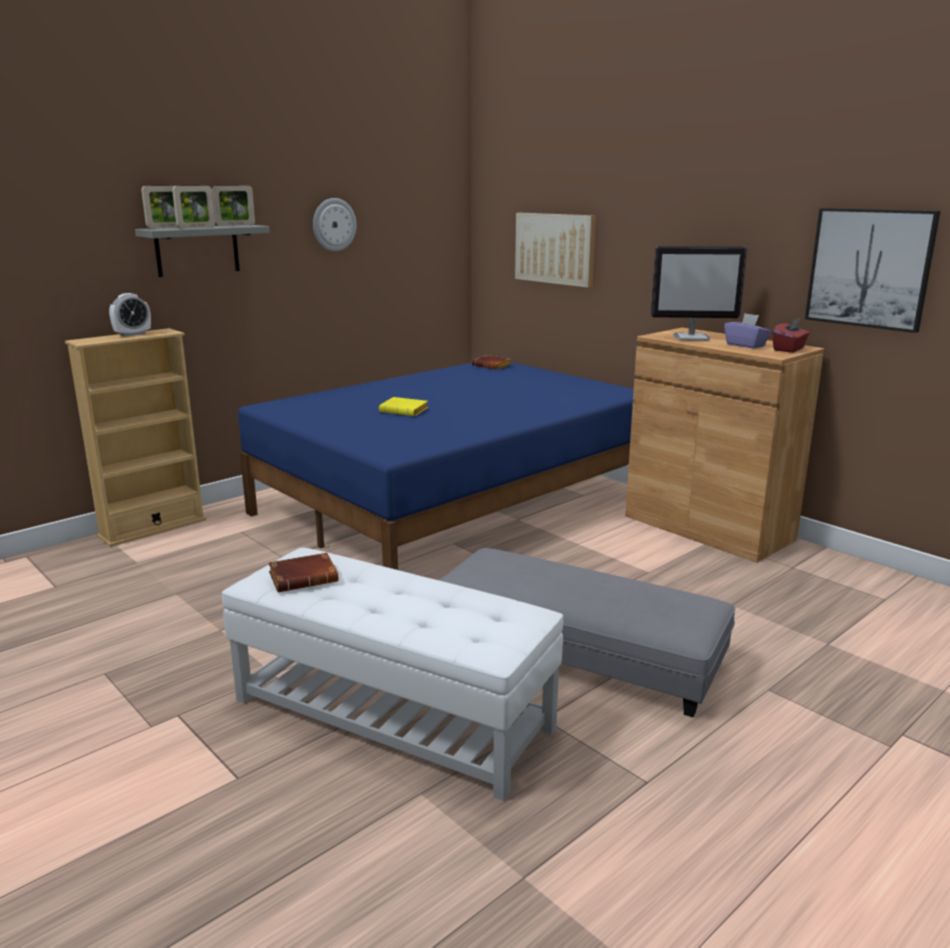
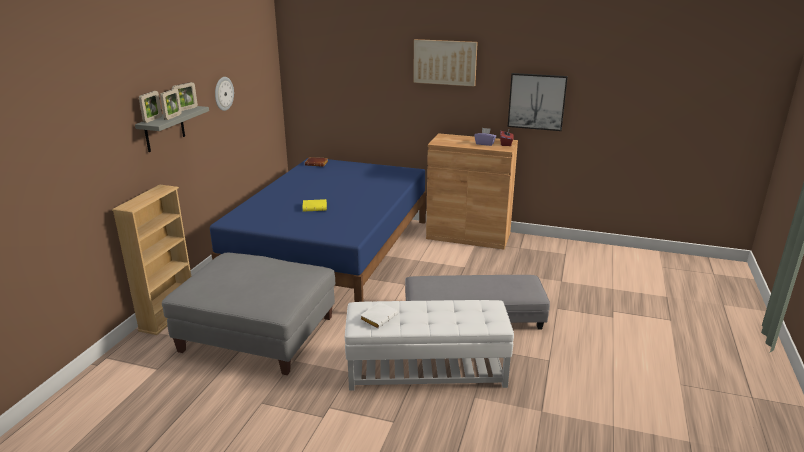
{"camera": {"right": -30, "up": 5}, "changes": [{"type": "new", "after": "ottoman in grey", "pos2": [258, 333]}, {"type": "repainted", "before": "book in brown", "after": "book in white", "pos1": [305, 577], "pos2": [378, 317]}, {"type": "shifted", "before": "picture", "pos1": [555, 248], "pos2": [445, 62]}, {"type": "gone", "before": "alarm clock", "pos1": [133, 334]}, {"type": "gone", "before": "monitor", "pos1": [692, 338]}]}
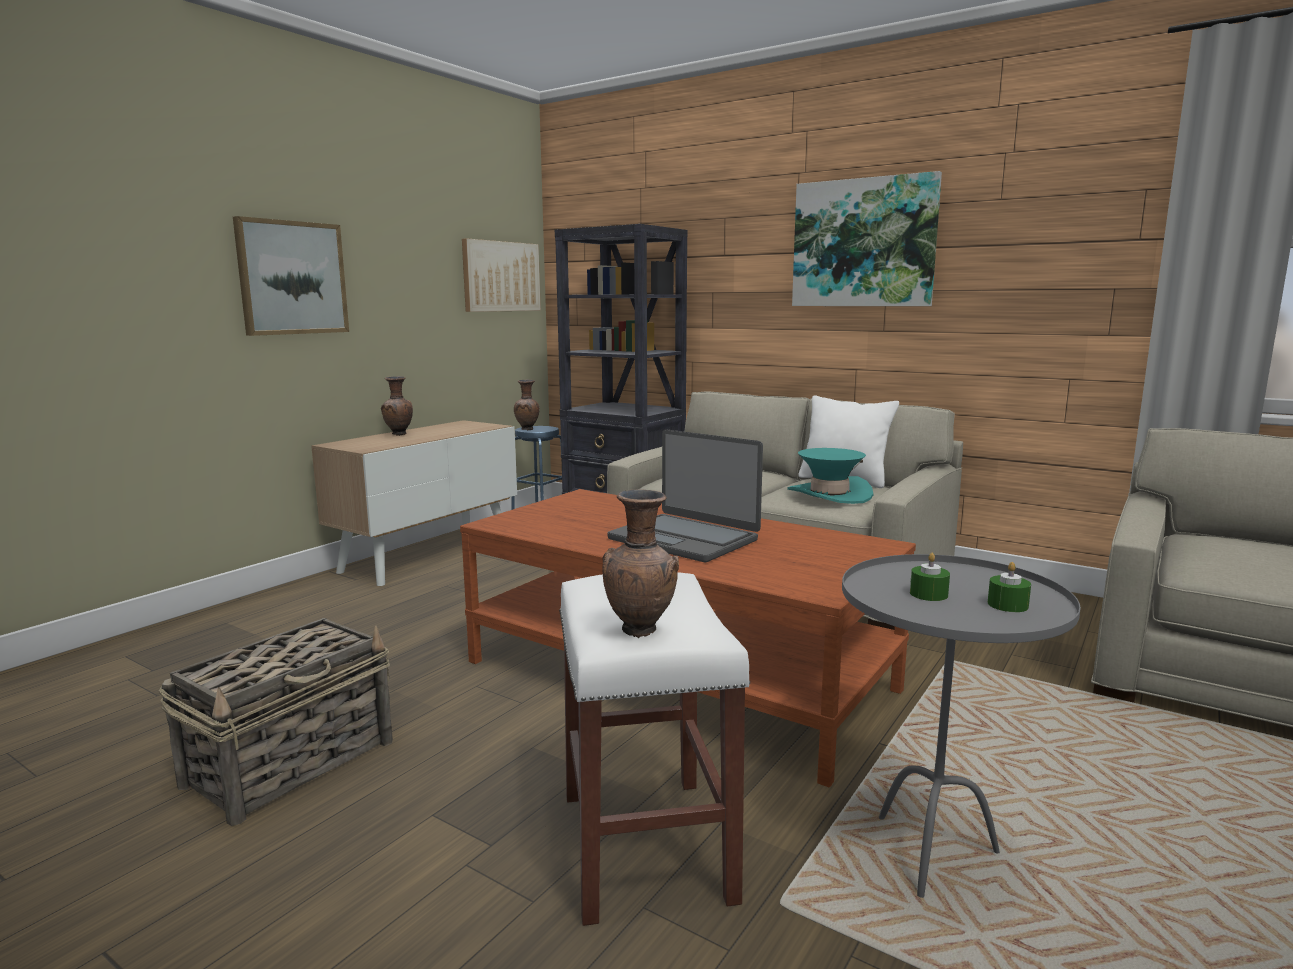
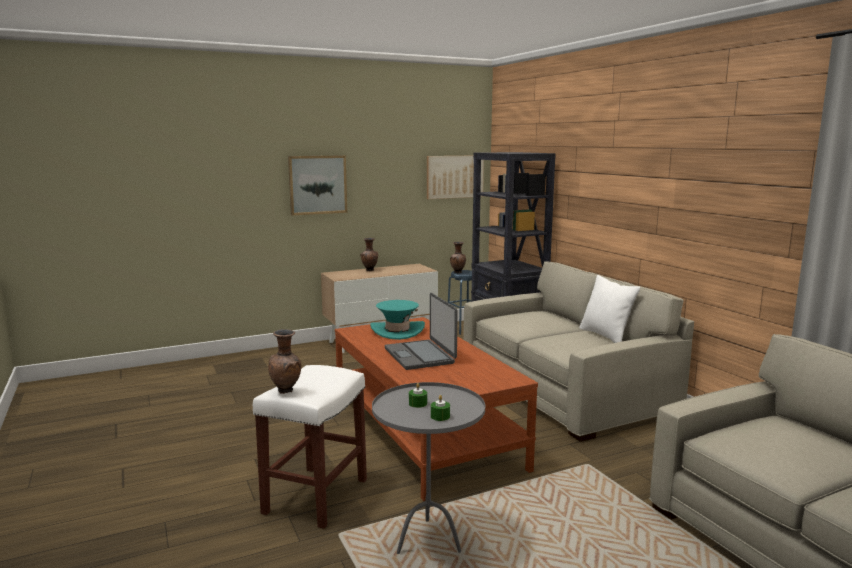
{"camera": {"right": 30, "up": 0}, "changes": [{"type": "shifted", "before": "hat in turquoise", "pos1": [829, 494], "pos2": [397, 331]}, {"type": "gone", "before": "basket", "pos1": [293, 762]}, {"type": "gone", "before": "picture", "pos1": [863, 243]}]}
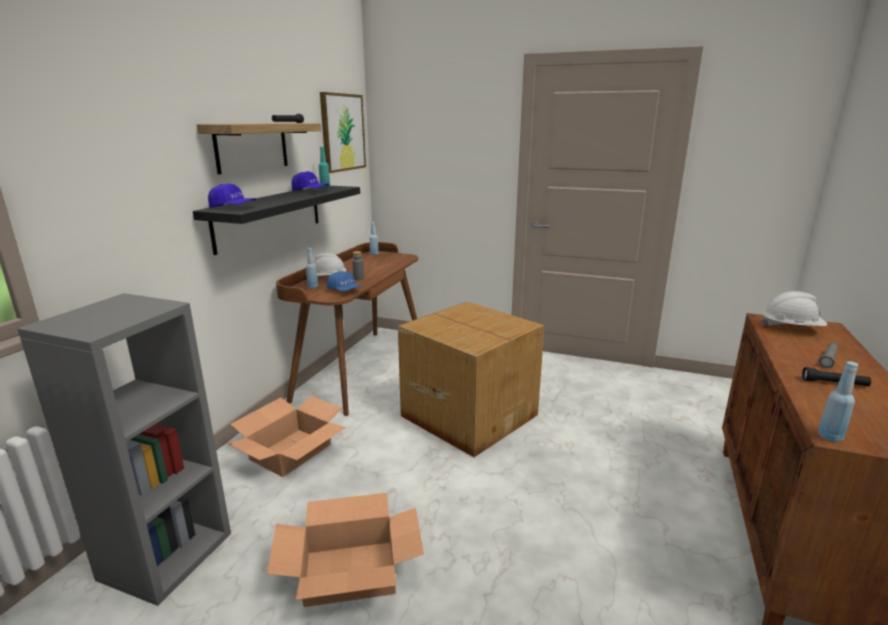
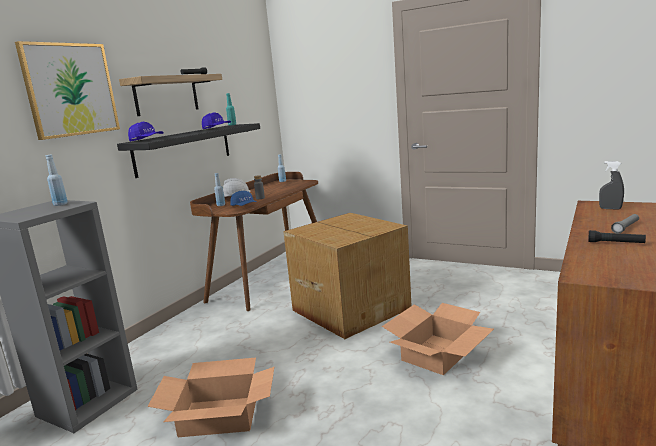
{"camera": {"right": 10, "up": -5}, "changes": [{"type": "shifted", "before": "picture", "pos1": [342, 132], "pos2": [70, 90]}, {"type": "shifted", "before": "bottle in blue", "pos1": [830, 437], "pos2": [60, 204]}, {"type": "shifted", "before": "cardboard box", "pos1": [291, 452], "pos2": [437, 354]}, {"type": "swapped", "before": "hard hat in white", "after": "spray bottle in grey", "pos1": [791, 328], "pos2": [610, 208]}]}
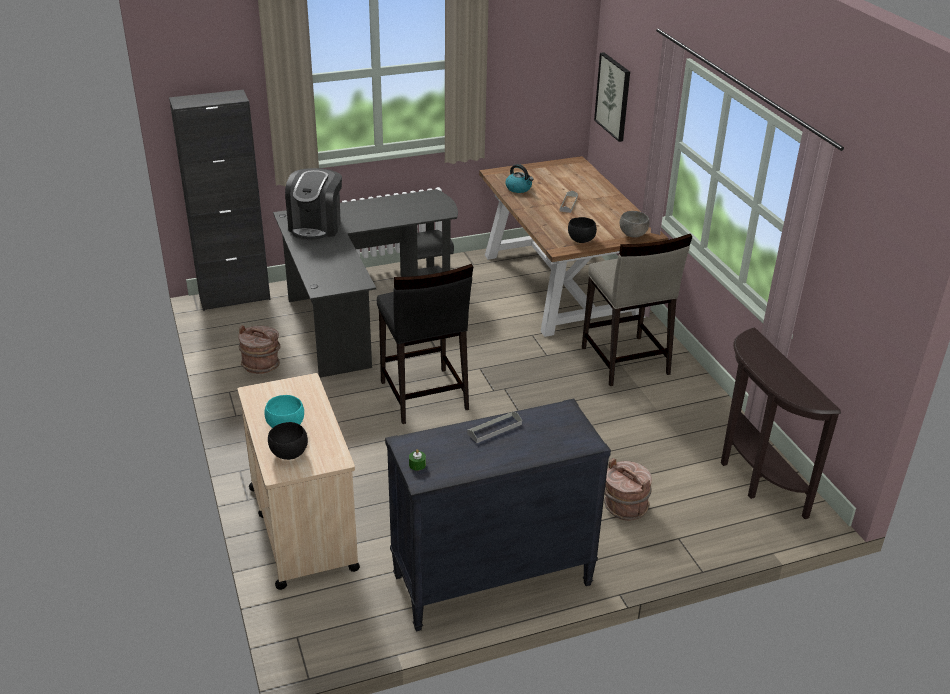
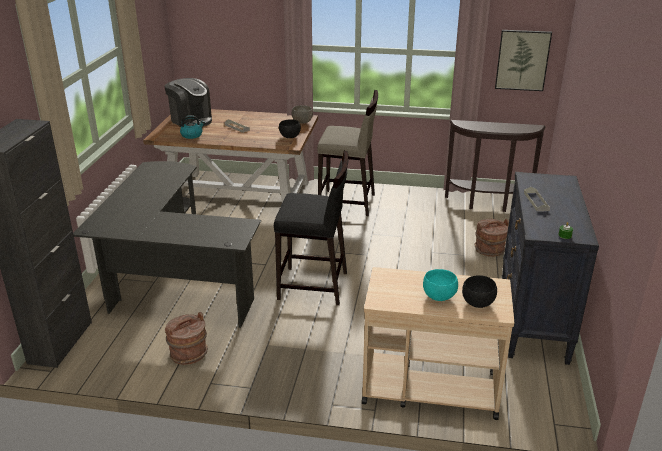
{"camera": {"right": -60, "up": -5}, "changes": [{"type": "shifted", "before": "coffee machine", "pos1": [316, 226], "pos2": [191, 120]}, {"type": "shifted", "before": "picture", "pos1": [613, 96], "pos2": [522, 60]}]}
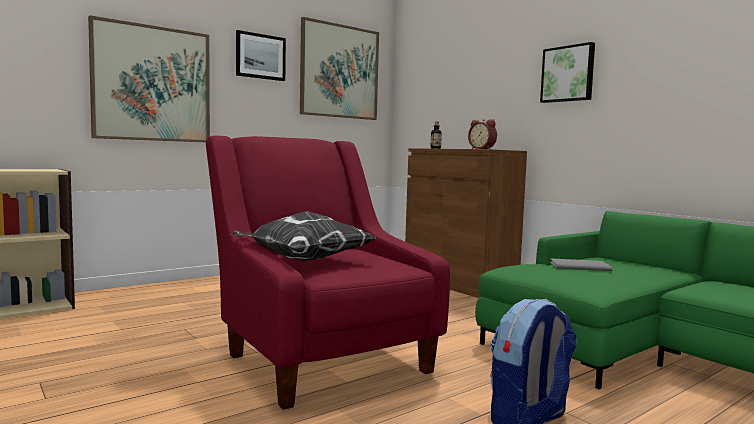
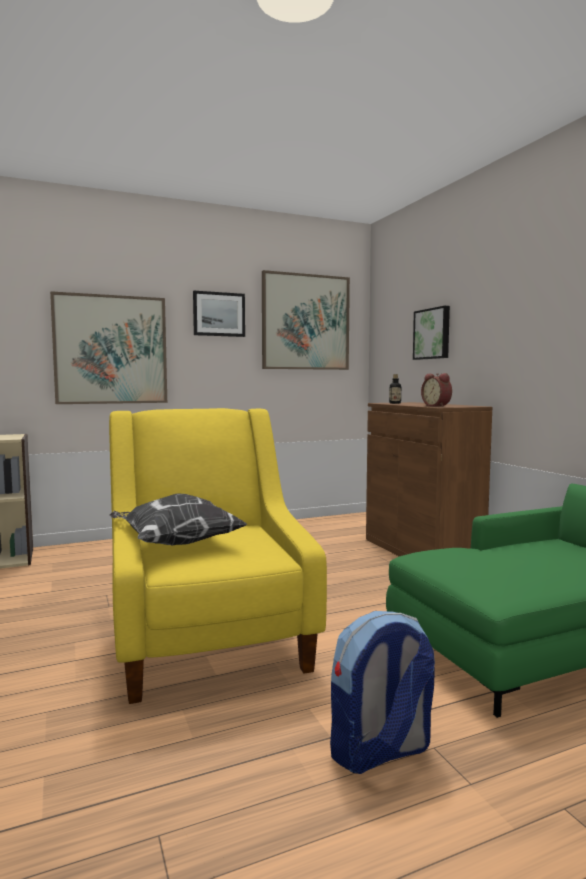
{"camera": {"right": 15, "up": 0}, "changes": [{"type": "repainted", "before": "armchair in red", "after": "armchair in yellow", "pos1": [320, 357], "pos2": [209, 640]}, {"type": "shifted", "before": "picture", "pos1": [568, 74], "pos2": [432, 334]}, {"type": "gone", "before": "book in grey", "pos1": [578, 266]}]}
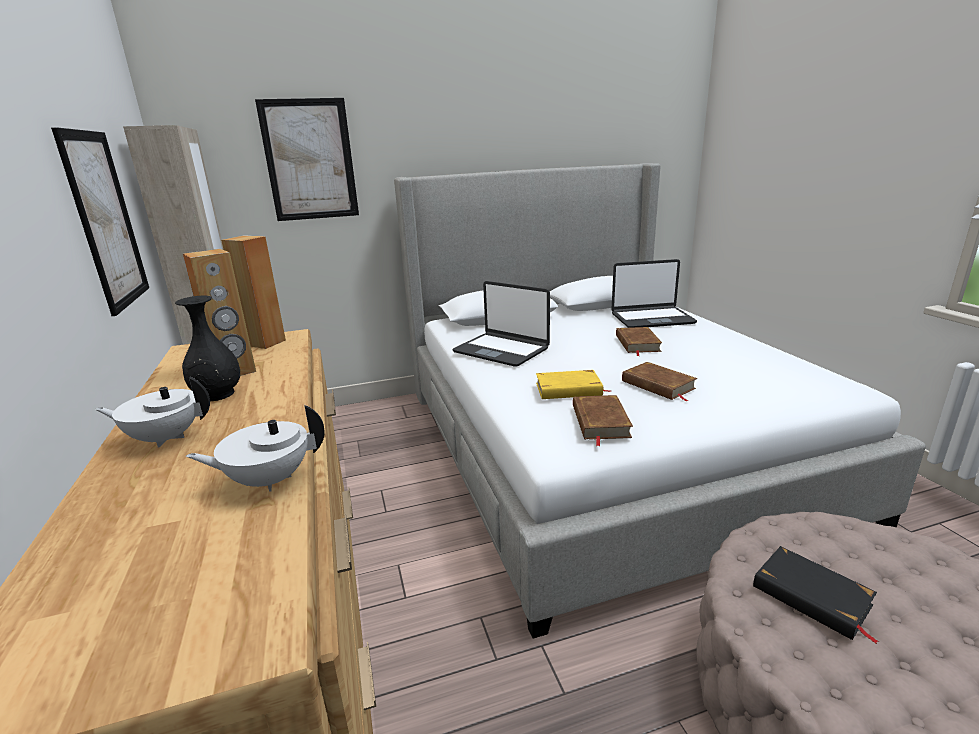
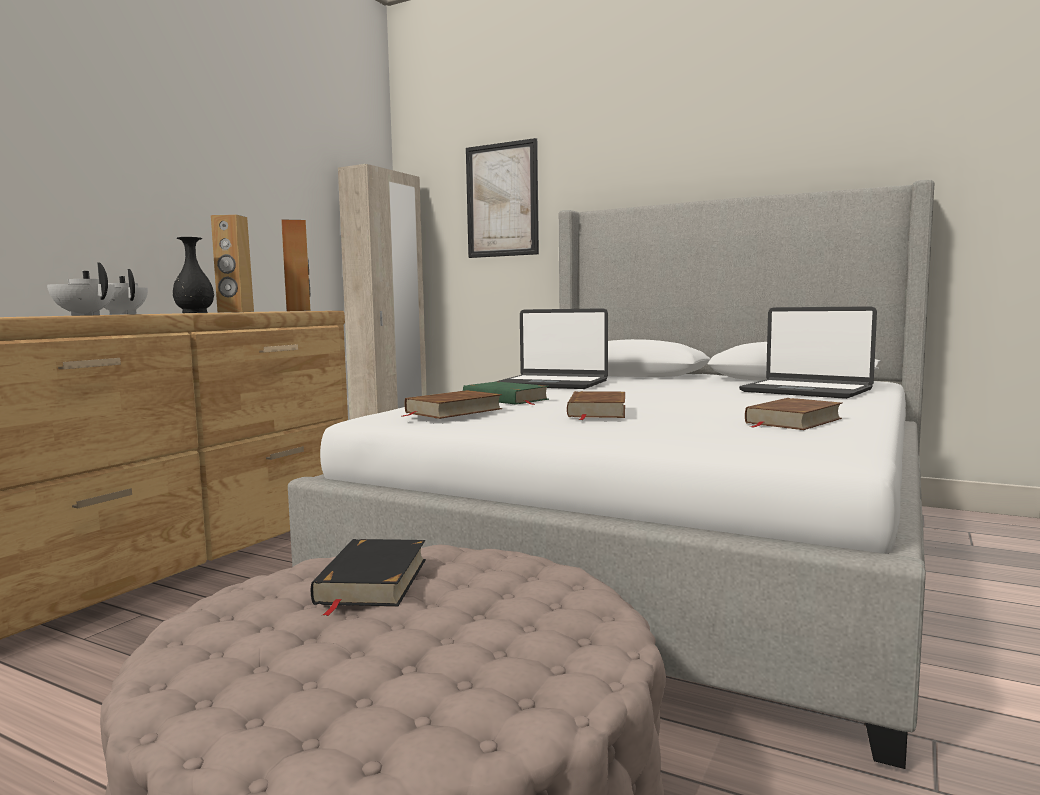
{"camera": {"right": 45, "up": -15}, "changes": [{"type": "repainted", "before": "book in yellow", "after": "book in green", "pos1": [569, 389], "pos2": [505, 399]}, {"type": "rotated", "before": "laptop", "pos1": [502, 350], "pos2": [553, 384], "turn": -60}, {"type": "shifted", "before": "book in brown", "pos1": [637, 343], "pos2": [792, 421]}, {"type": "gone", "before": "picture", "pos1": [105, 220]}]}
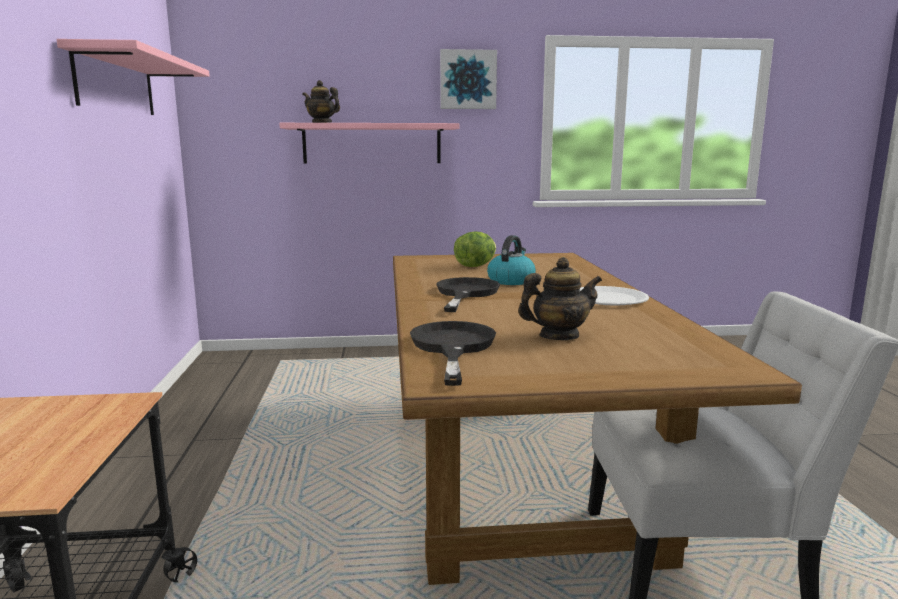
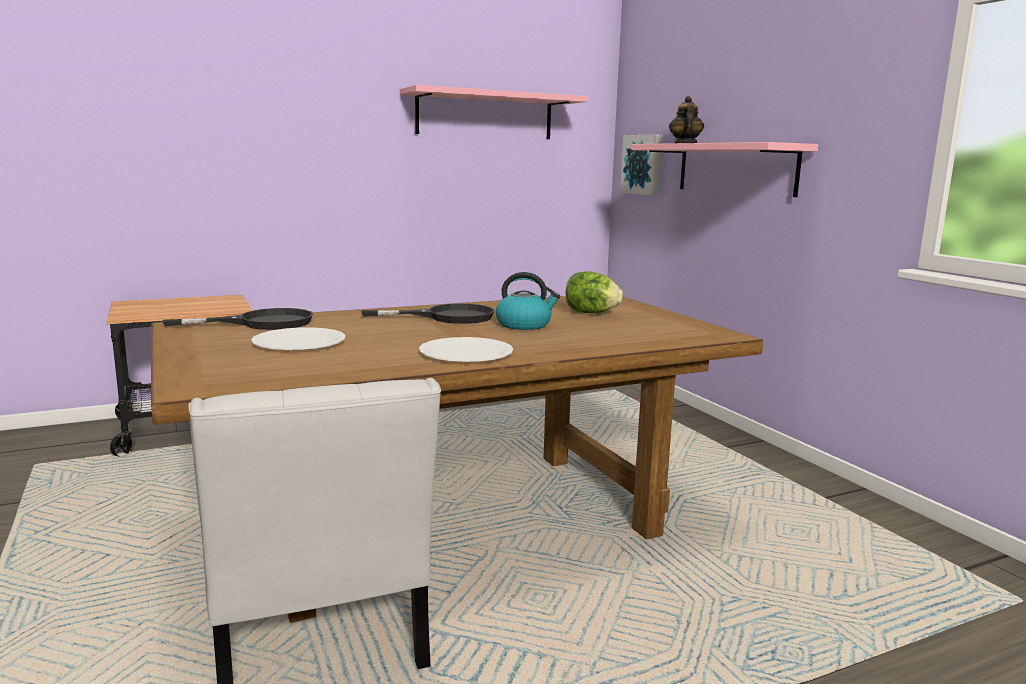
{"camera": {"right": 70, "up": 0}, "changes": [{"type": "swapped", "before": "teapot", "after": "plate in white", "pos1": [558, 336], "pos2": [299, 342]}, {"type": "shifted", "before": "picture", "pos1": [468, 80], "pos2": [643, 164]}]}
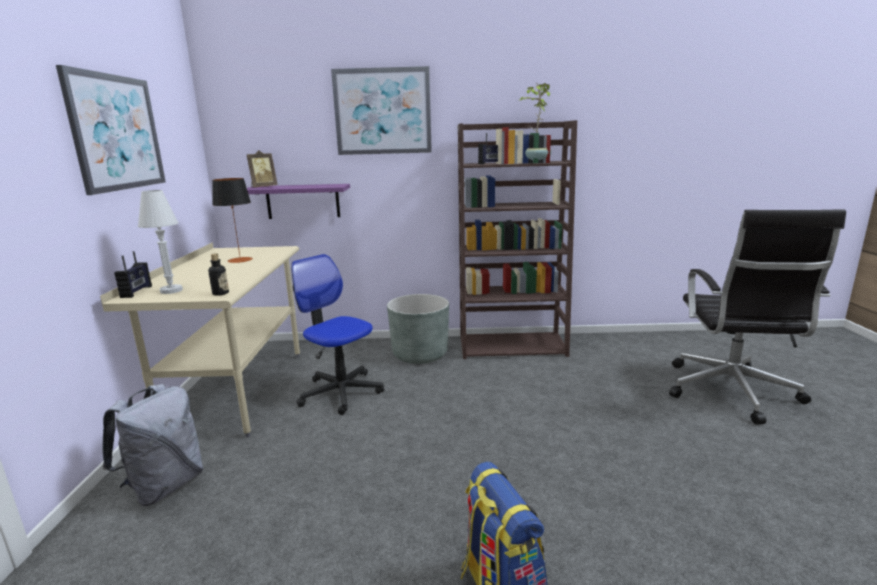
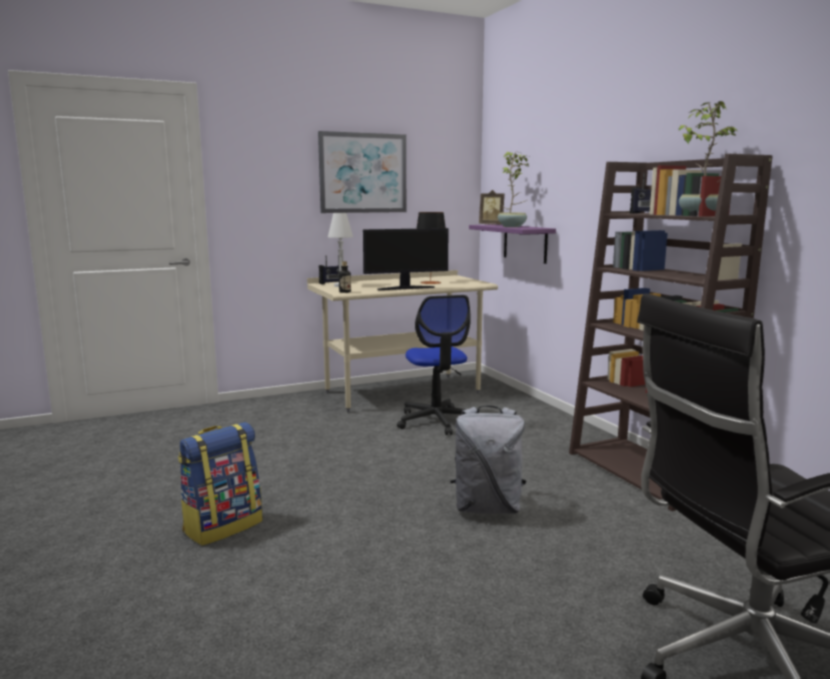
{"camera": {"right": 65, "up": -5}, "changes": [{"type": "new", "after": "monitor", "pos2": [405, 288]}, {"type": "rotated", "before": "office chair", "pos1": [341, 392], "pos2": [437, 421], "turn": 150}, {"type": "shifted", "before": "backpack in grey", "pos1": [165, 486], "pos2": [487, 508]}, {"type": "new", "after": "potted plant", "pos2": [512, 226]}, {"type": "gone", "before": "picture", "pos1": [382, 111]}, {"type": "gone", "before": "planter in grey", "pos1": [420, 354]}]}
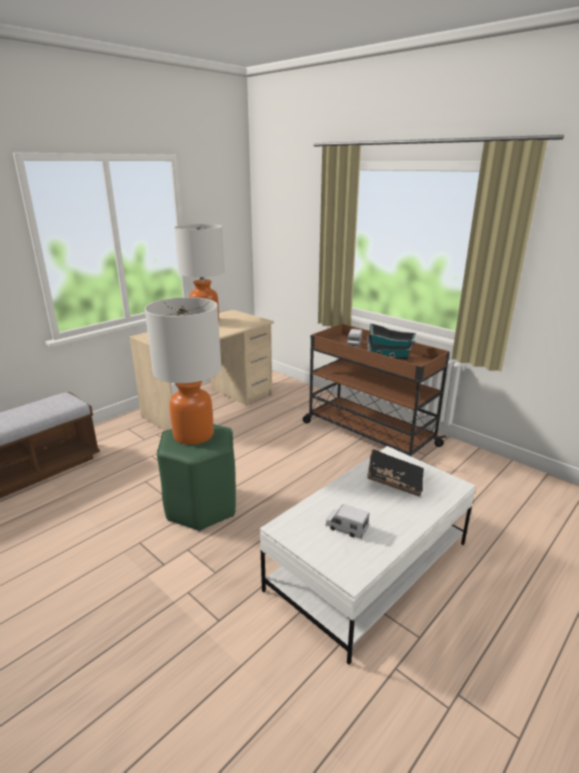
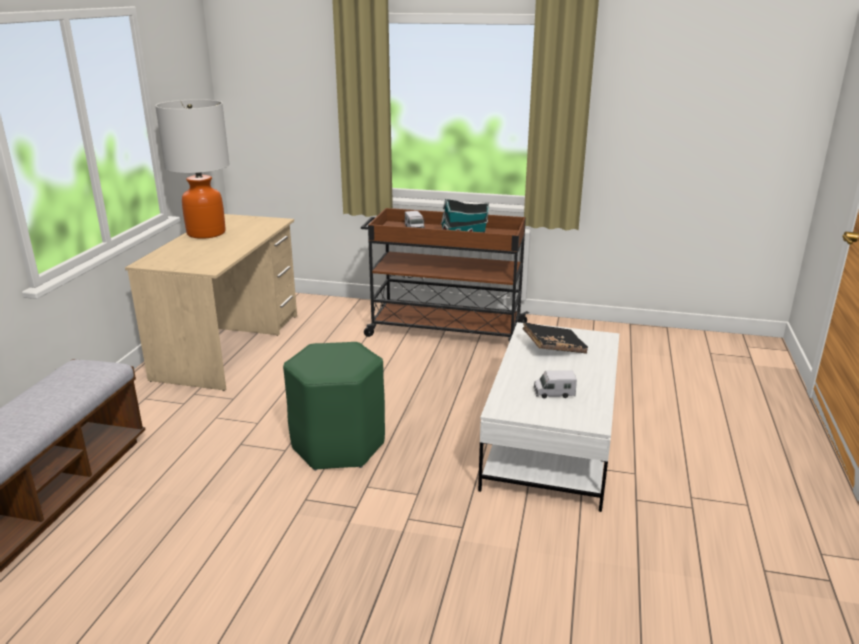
{"camera": {"right": -30, "up": 0}, "changes": [{"type": "gone", "before": "table lamp", "pos1": [194, 435]}]}
